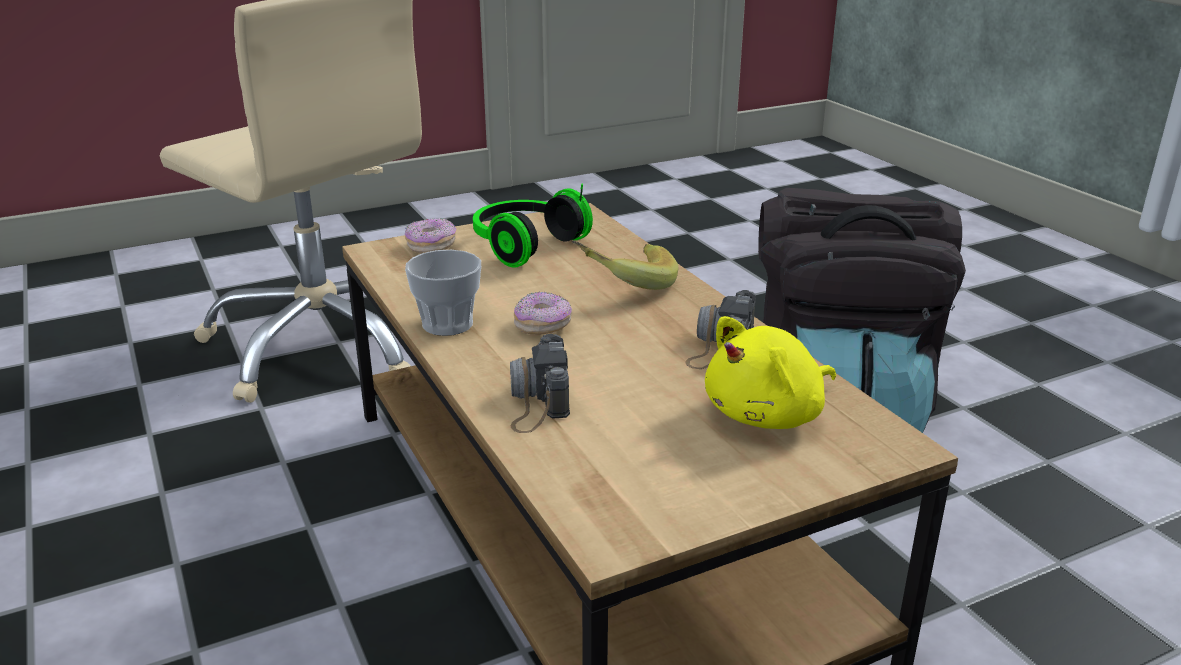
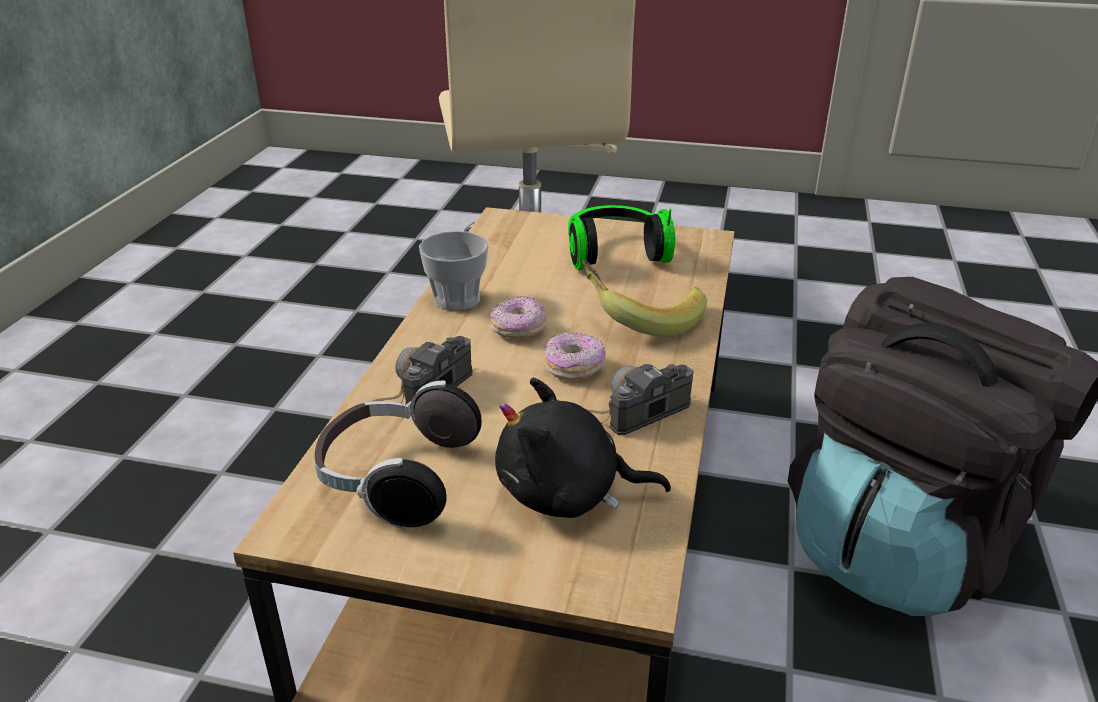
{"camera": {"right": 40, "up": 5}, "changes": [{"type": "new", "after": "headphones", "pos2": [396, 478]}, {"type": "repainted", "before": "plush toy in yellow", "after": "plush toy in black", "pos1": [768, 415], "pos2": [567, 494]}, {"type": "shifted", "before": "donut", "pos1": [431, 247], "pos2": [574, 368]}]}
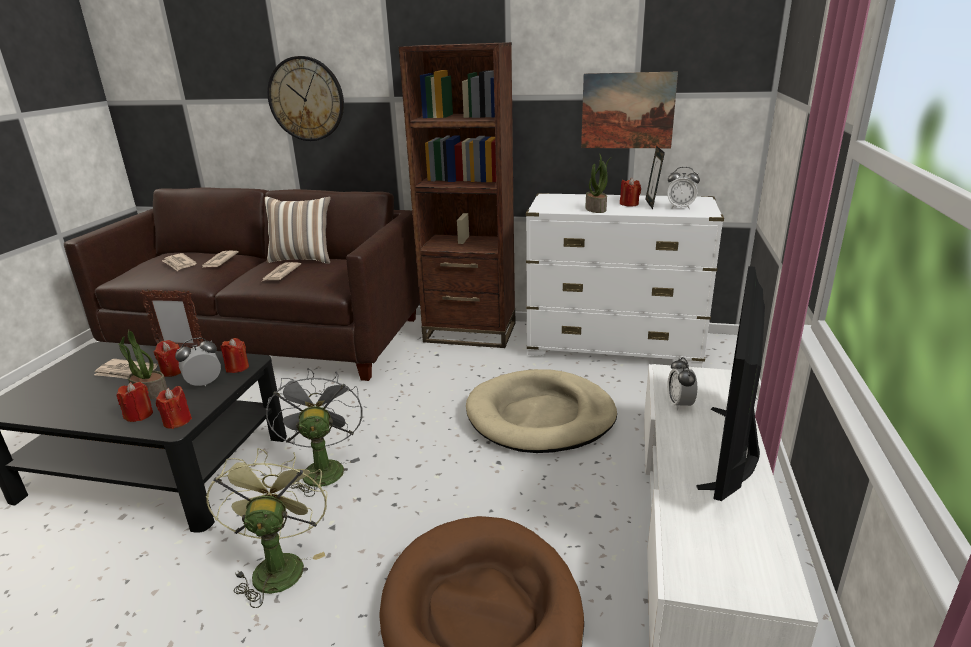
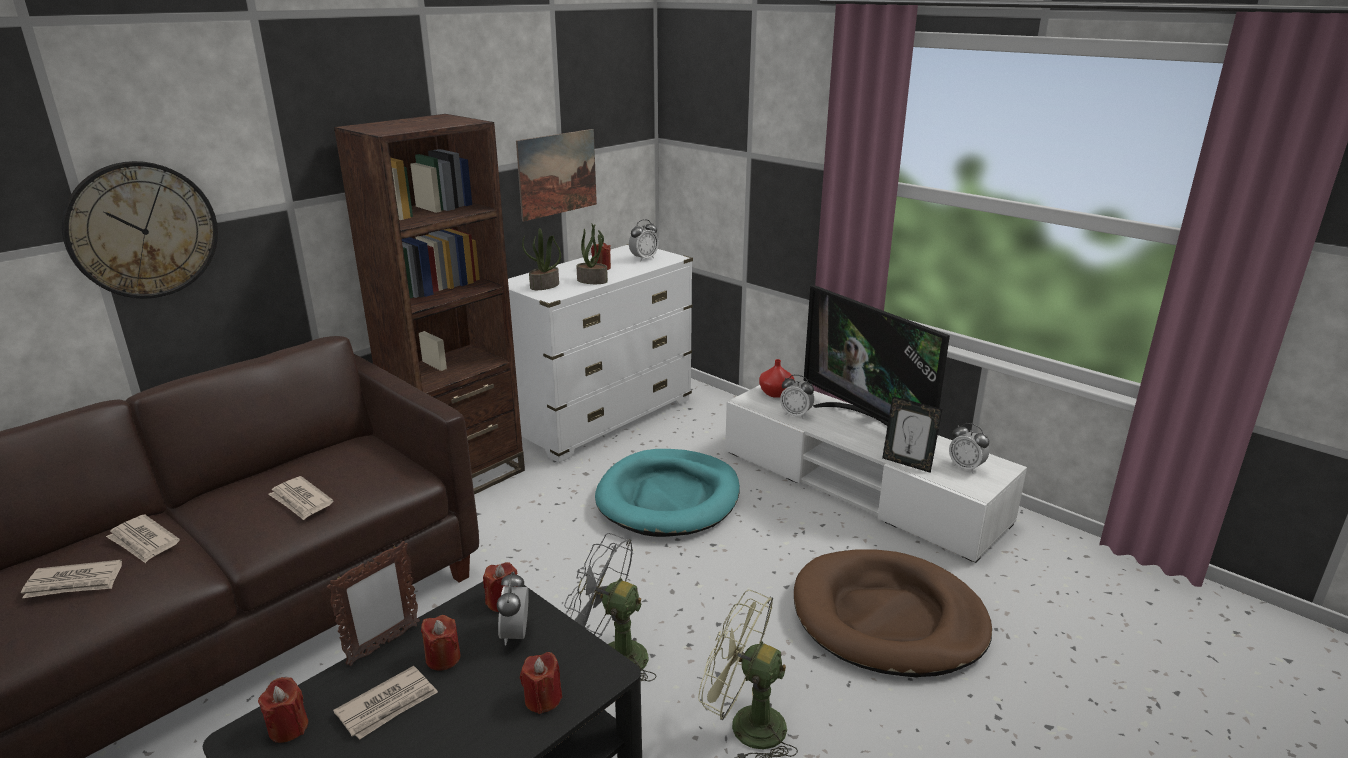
{"camera": {"right": -60, "up": 0}, "changes": [{"type": "shifted", "before": "candle in red", "pos1": [177, 421], "pos2": [288, 728]}, {"type": "shifted", "before": "potted plant", "pos1": [149, 393], "pos2": [544, 286]}, {"type": "repainted", "before": "dog bed in beige", "after": "dog bed in turquoise", "pos1": [540, 416], "pos2": [669, 498]}, {"type": "new", "after": "vase in red", "pos2": [775, 393]}, {"type": "shifted", "before": "picture frame", "pos1": [652, 204], "pos2": [907, 463]}, {"type": "new", "after": "alarm clock", "pos2": [966, 467]}, {"type": "gone", "before": "pillow", "pos1": [303, 259]}]}
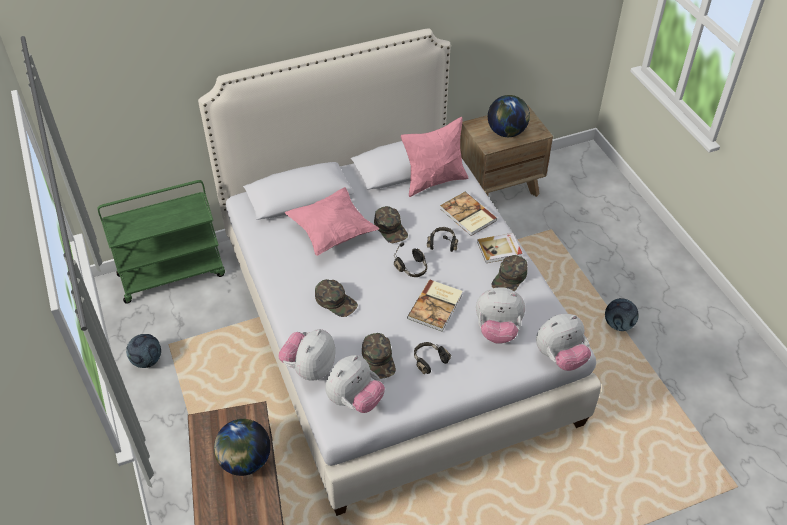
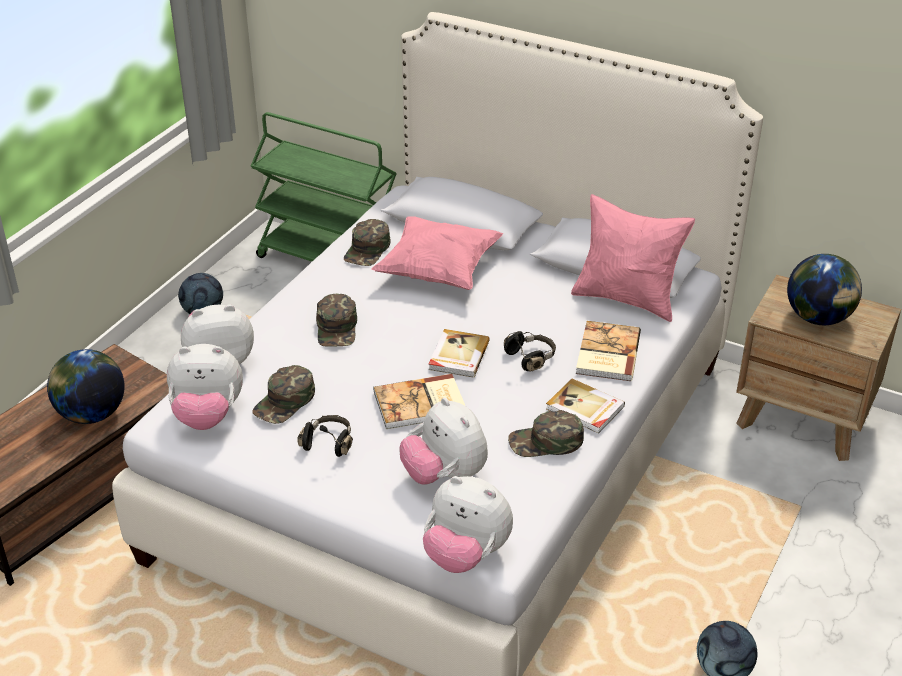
{"camera": {"right": 50, "up": -10}, "changes": [{"type": "shifted", "before": "cap in green", "pos1": [391, 228], "pos2": [368, 250]}, {"type": "swapped", "before": "headphones in black", "after": "book", "pos1": [412, 268], "pos2": [458, 356]}]}
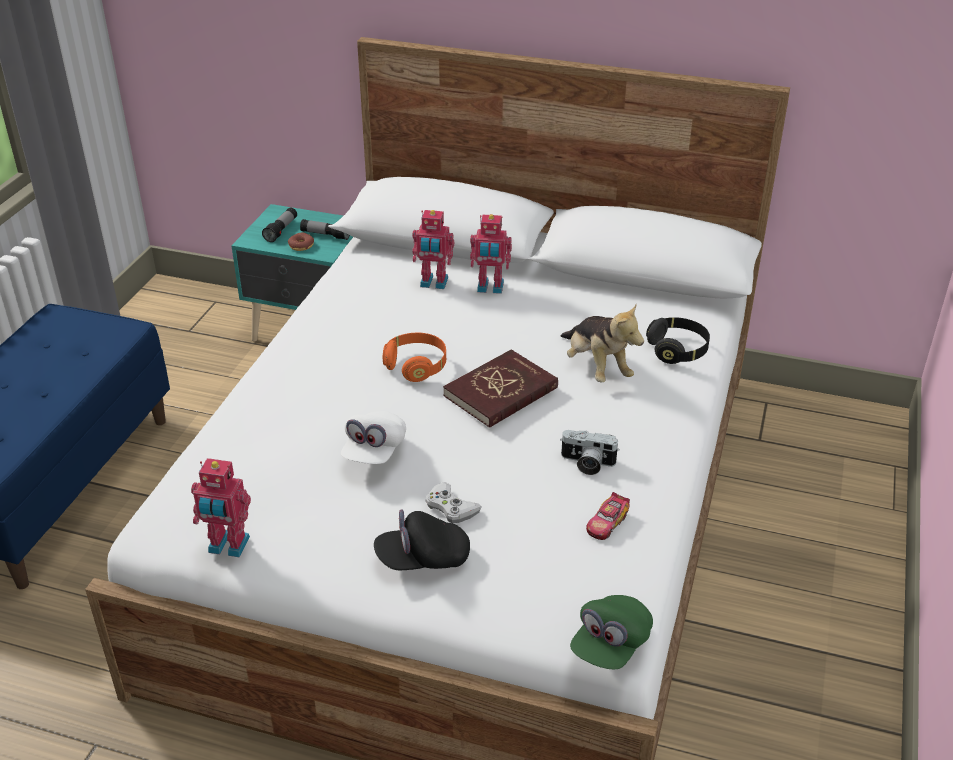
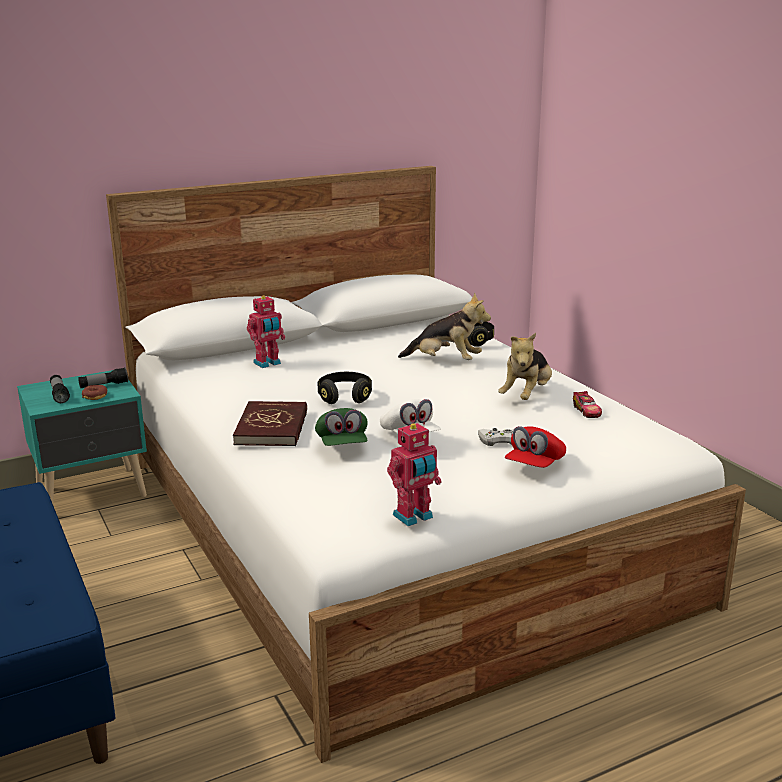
{"camera": {"right": -45, "up": -15}, "changes": [{"type": "shifted", "before": "book in red", "pos1": [501, 392], "pos2": [272, 428]}, {"type": "shifted", "before": "cap in green", "pos1": [610, 645], "pos2": [342, 445]}, {"type": "repainted", "before": "headphones in orange", "after": "headphones in black", "pos1": [416, 366], "pos2": [345, 397]}, {"type": "swapped", "before": "photo camera", "after": "plush toy", "pos1": [587, 463], "pos2": [526, 395]}, {"type": "repainted", "before": "cap in black", "after": "cap in red", "pos1": [422, 558], "pos2": [534, 465]}, {"type": "gone", "before": "toy robot", "pos1": [490, 288]}]}
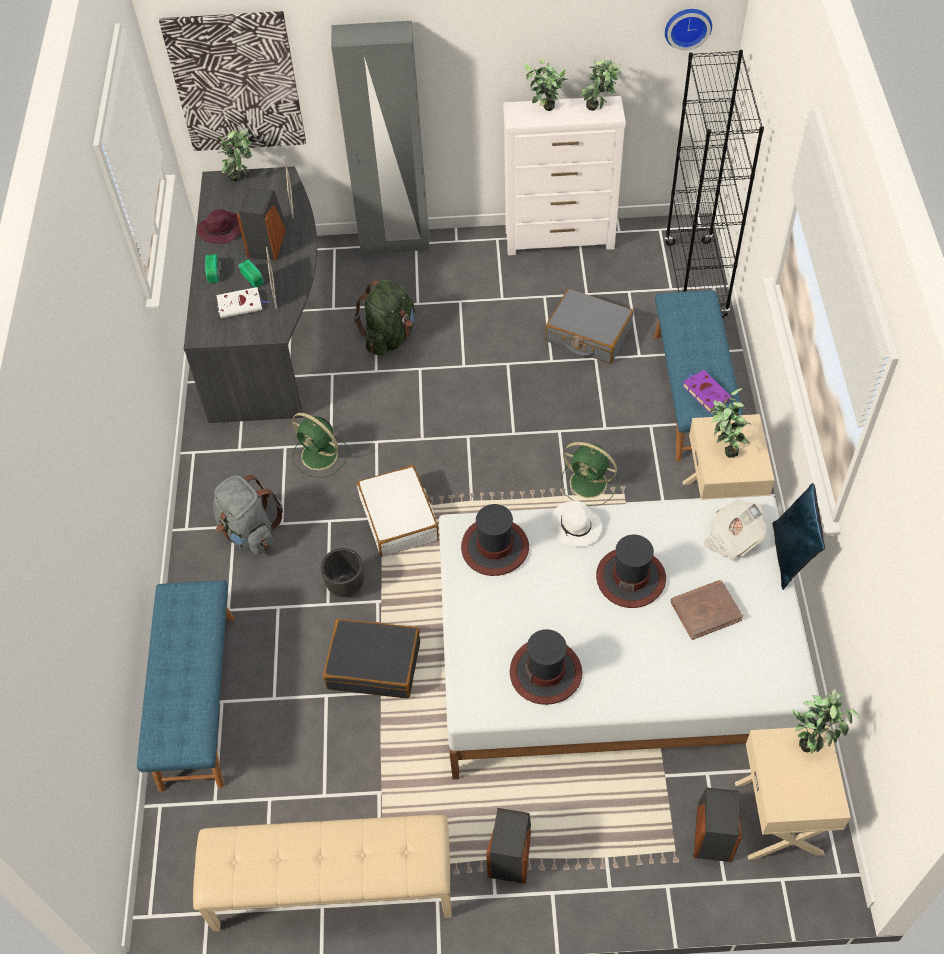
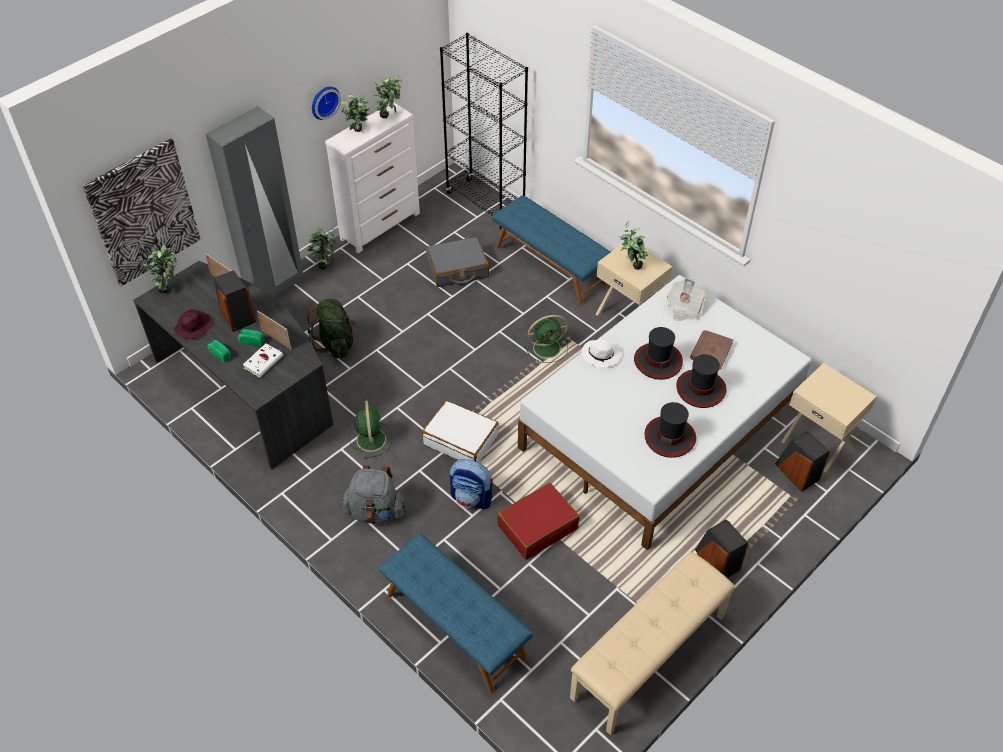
{"camera": {"right": -45, "up": -5}, "changes": [{"type": "shifted", "before": "potted plant", "pos1": [813, 740], "pos2": [324, 264]}, {"type": "shifted", "before": "wall clock", "pos1": [687, 26], "pos2": [324, 101]}, {"type": "rotated", "before": "fan in green", "pos1": [321, 456], "pos2": [371, 438], "turn": -90}, {"type": "swapped", "before": "planter in black", "after": "backpack", "pos1": [346, 586], "pos2": [472, 498]}, {"type": "repainted", "before": "suitcase in black", "after": "suitcase in red", "pos1": [374, 664], "pos2": [537, 526]}, {"type": "shifted", "before": "hat", "pos1": [494, 547], "pos2": [701, 389]}, {"type": "gone", "before": "book in purple", "pos1": [705, 392]}, {"type": "gone", "before": "pillow in blue", "pos1": [791, 556]}]}
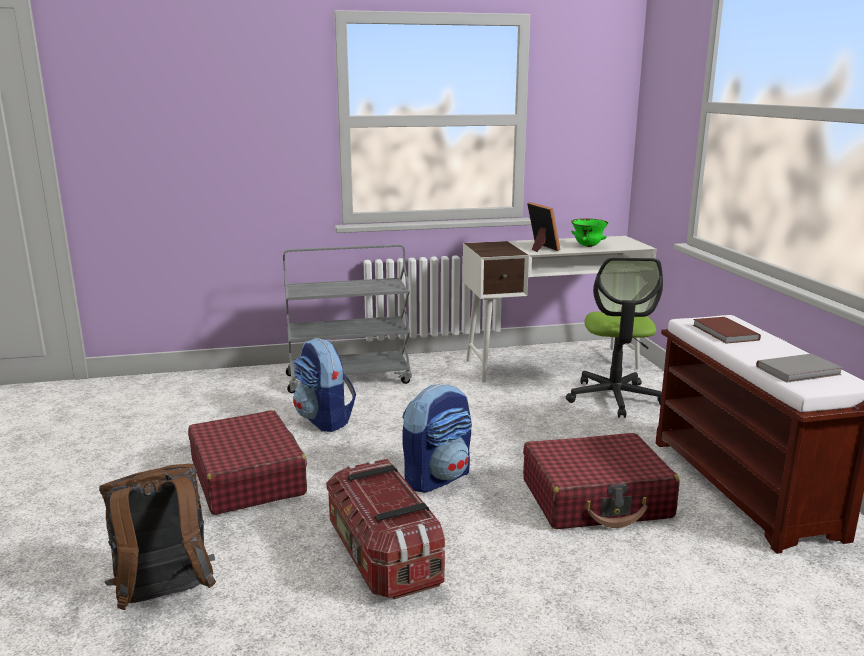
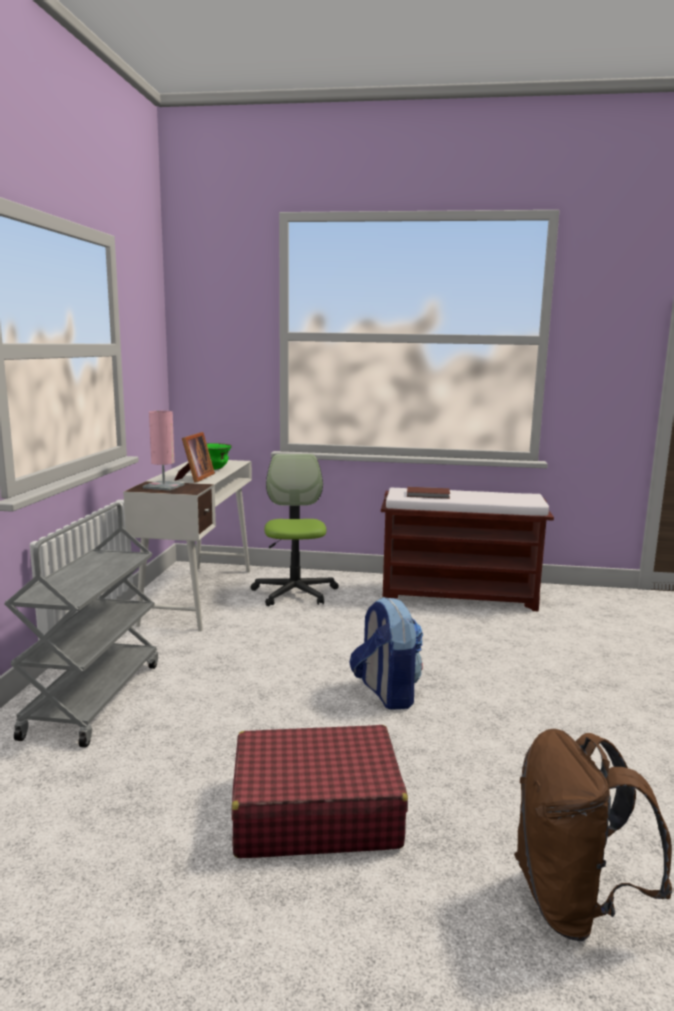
{"camera": {"right": -70, "up": -5}, "changes": [{"type": "new", "after": "table lamp in pink", "pos2": [163, 486]}, {"type": "rotated", "before": "picture frame", "pos1": [540, 248], "pos2": [195, 478], "turn": 105}, {"type": "rotated", "before": "office chair", "pos1": [614, 398], "pos2": [294, 593], "turn": -120}, {"type": "gone", "before": "backpack", "pos1": [325, 420]}, {"type": "gone", "before": "storage box", "pos1": [383, 555]}, {"type": "gone", "before": "suitcase in red", "pos1": [596, 499]}, {"type": "gone", "before": "book in grey", "pos1": [800, 371]}]}
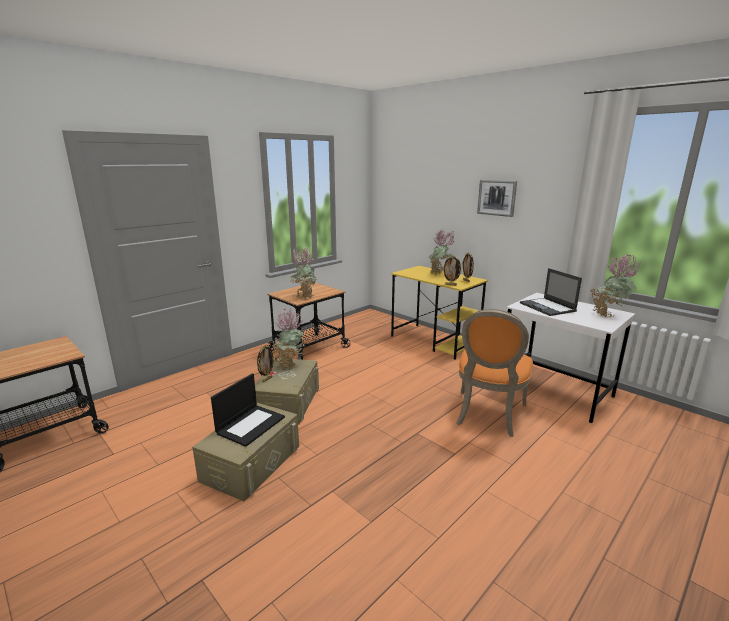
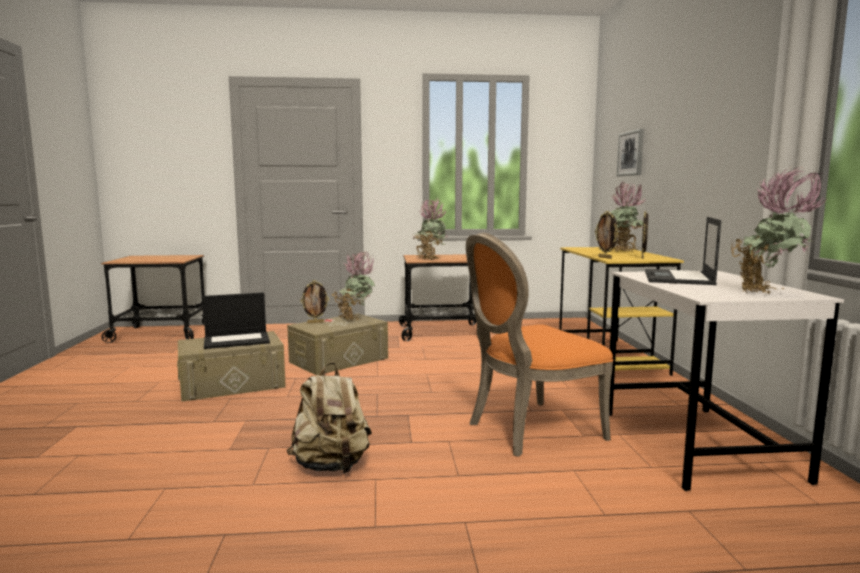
{"camera": {"right": 40, "up": -10}, "changes": [{"type": "new", "after": "backpack in beige", "pos2": [331, 466]}, {"type": "shifted", "before": "picture", "pos1": [497, 197], "pos2": [631, 153]}]}
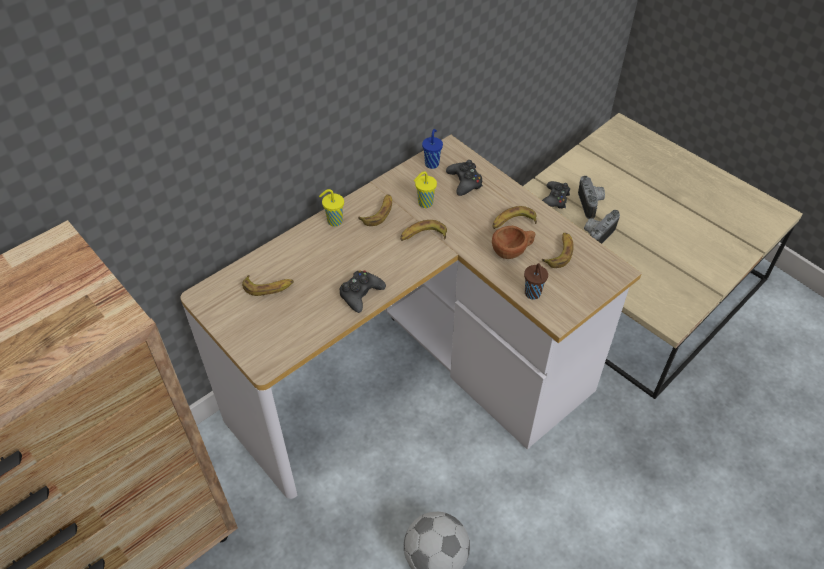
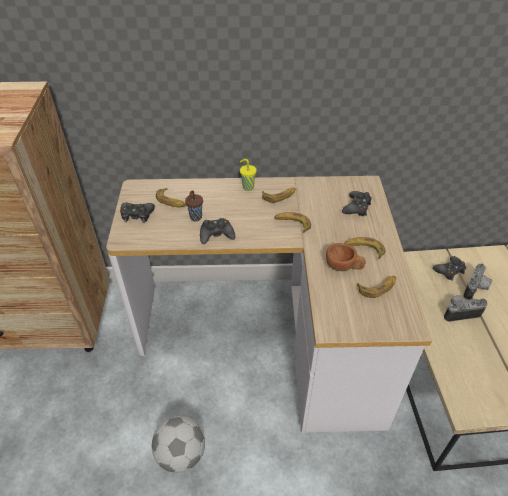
{"camera": {"right": 40, "up": -5}, "changes": [{"type": "new", "after": "game controller in black", "pos2": [137, 215]}, {"type": "shifted", "before": "cup in brown", "pos1": [533, 294], "pos2": [195, 218]}, {"type": "gone", "before": "cup in yellow", "pos1": [424, 203]}, {"type": "gone", "before": "cup in blue", "pos1": [432, 163]}]}
